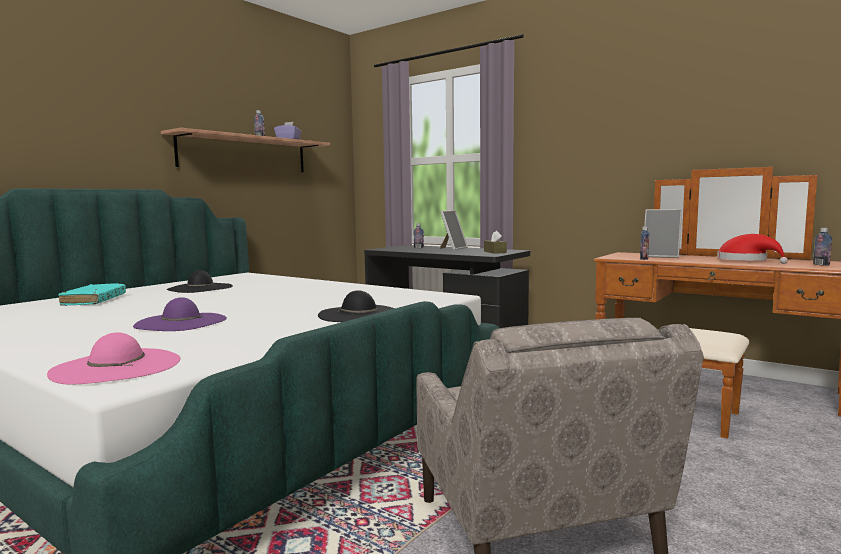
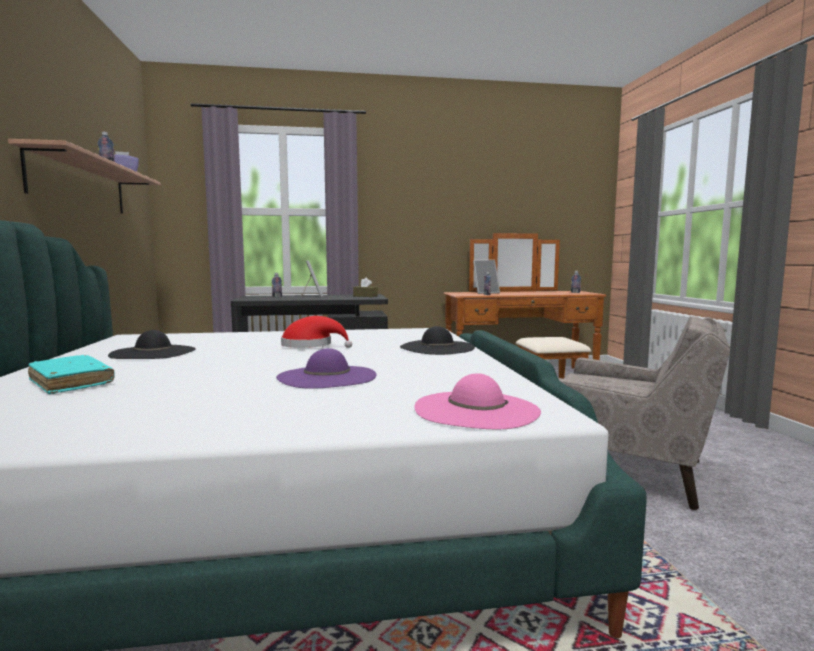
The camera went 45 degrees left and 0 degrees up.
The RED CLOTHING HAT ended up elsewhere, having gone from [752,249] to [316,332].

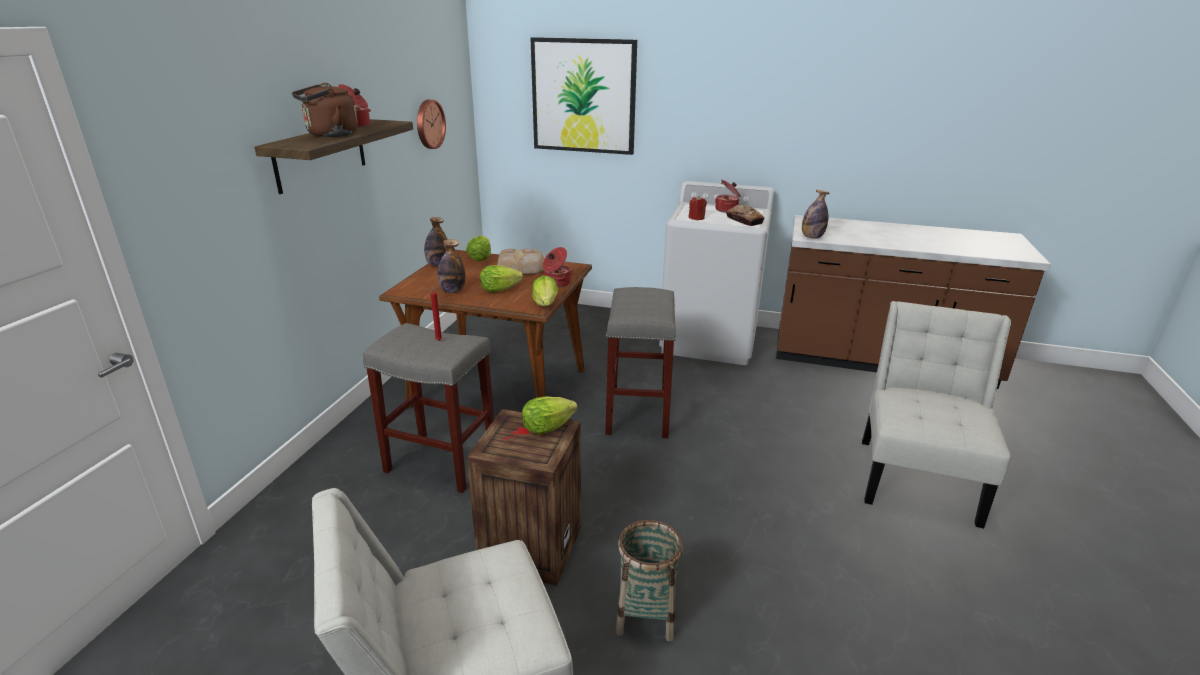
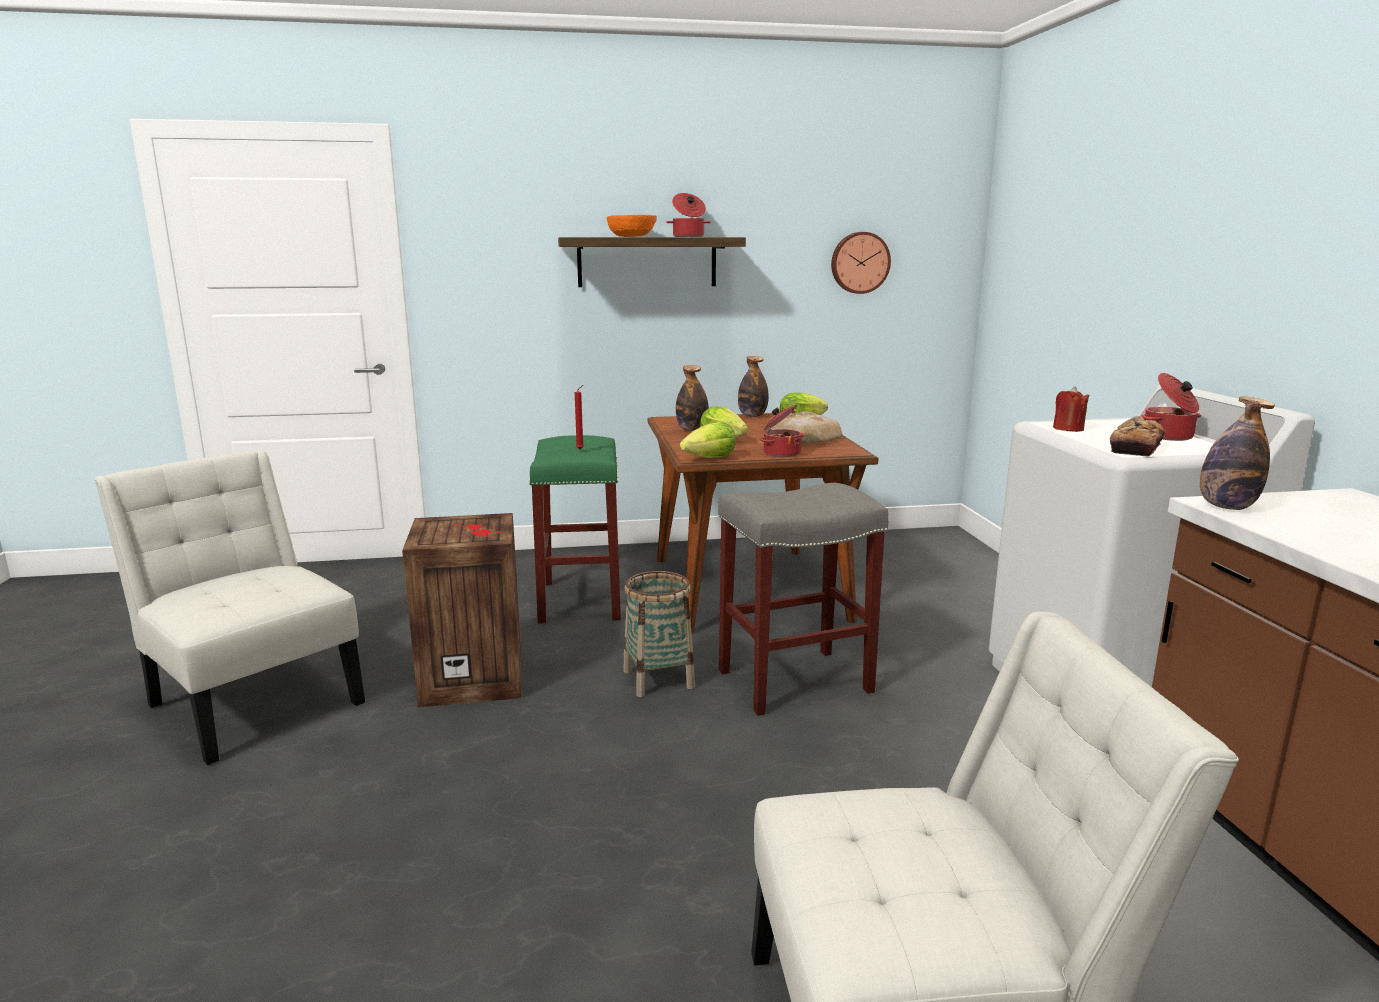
The camera went 65 degrees right and 10 degrees down.
Where the BROWNISH WATER KETTLE stood at [325,110], the ORANGE-COLOURED BOWL came to stand at [632,226].
What was the GREYISH STOOL SEAT at [428,408] turned into the GREENISH STOOL SEAT at [575,529].
The second view lost the HEAD OF LETTUCE at [550,415].
The second view lost the WALL PICTURE at [583,96].
The BASKET ended up elsewhere, having gone from [649,581] to [659,634].

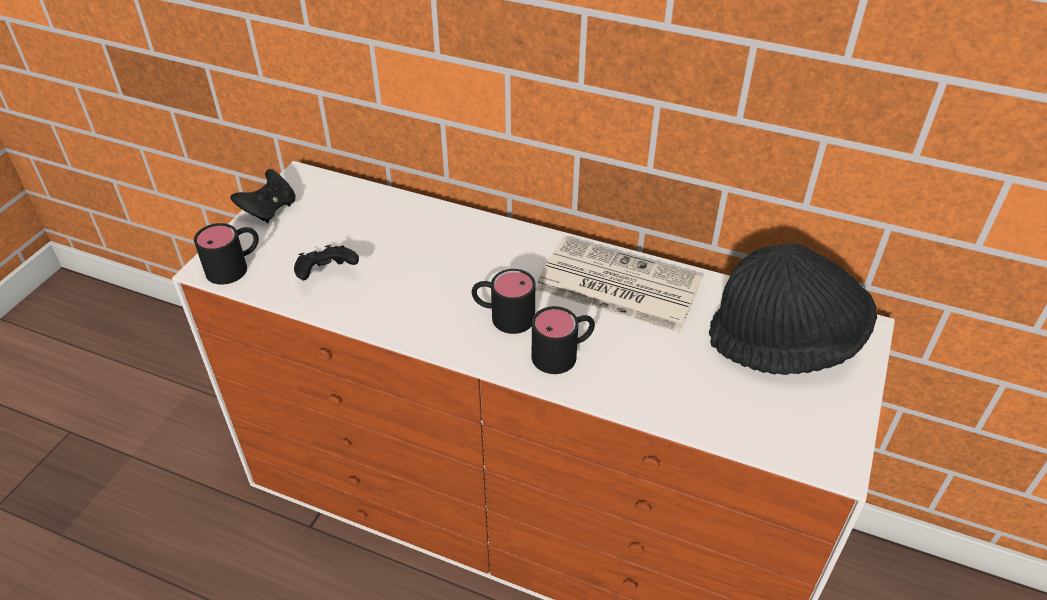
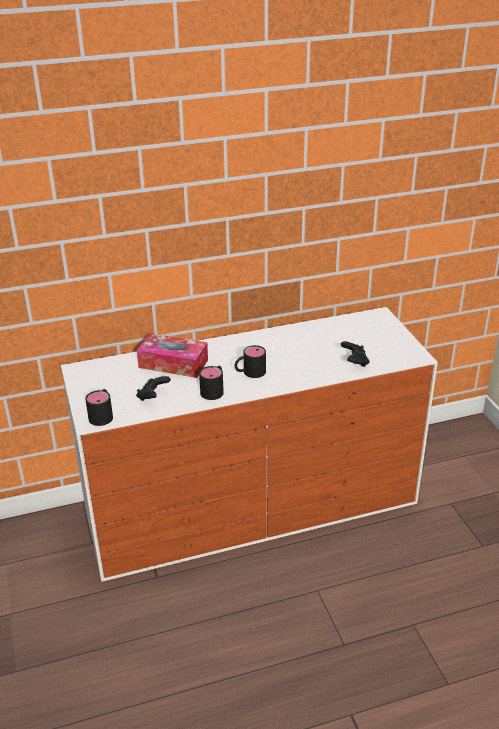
The camera went 40 degrees left and 10 degrees down.
The BLACK GAME CONTROLLER ended up elsewhere, having gone from [263,196] to [355,354].
The BLACK COFFEE MUG ended up elsewhere, having gone from [563,340] to [211,383].
The second view lost the PRINTED PAPER at [619,285].
The second view lost the BLACK CLOTHING HAT at [793,309].
The second view gained the TISSUE HOLDER at [172,355].

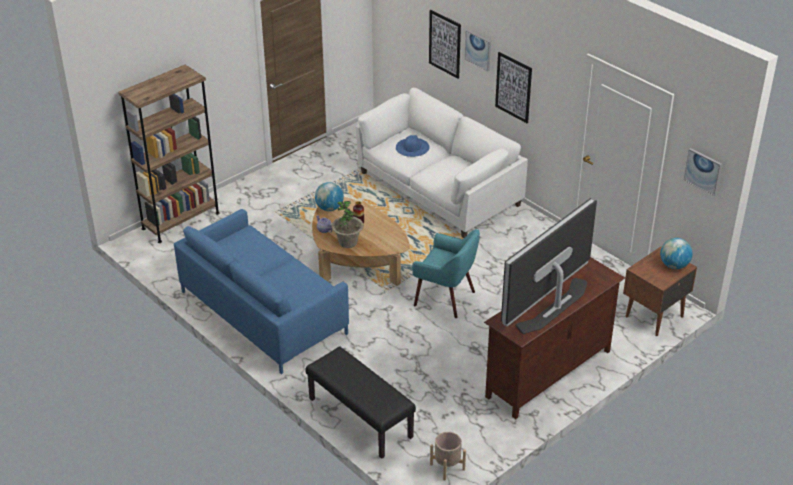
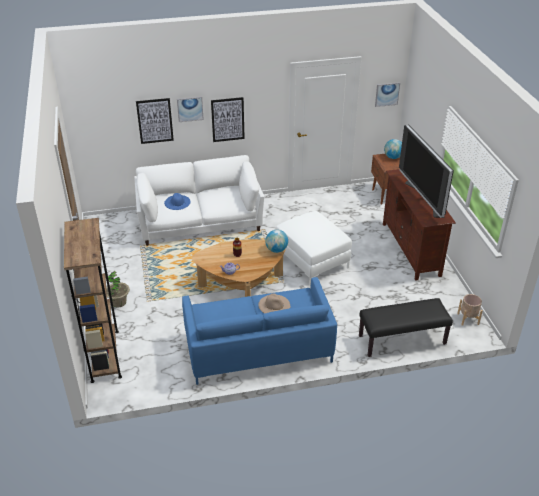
The camera went 60 degrees left and 0 degrees up.
The GLOBE ended up elsewhere, having gone from [329,196] to [276,241].
The POTTED PLANT ended up elsewhere, having gone from [347,224] to [118,289].
Where the TURQUOISE-COLOURED ARMCHAIR stood at [446,273], the WHITISH POUFFE came to stand at [313,248].
The second view gained the SAND-COLOURED CLOTHING HAT at [274,304].

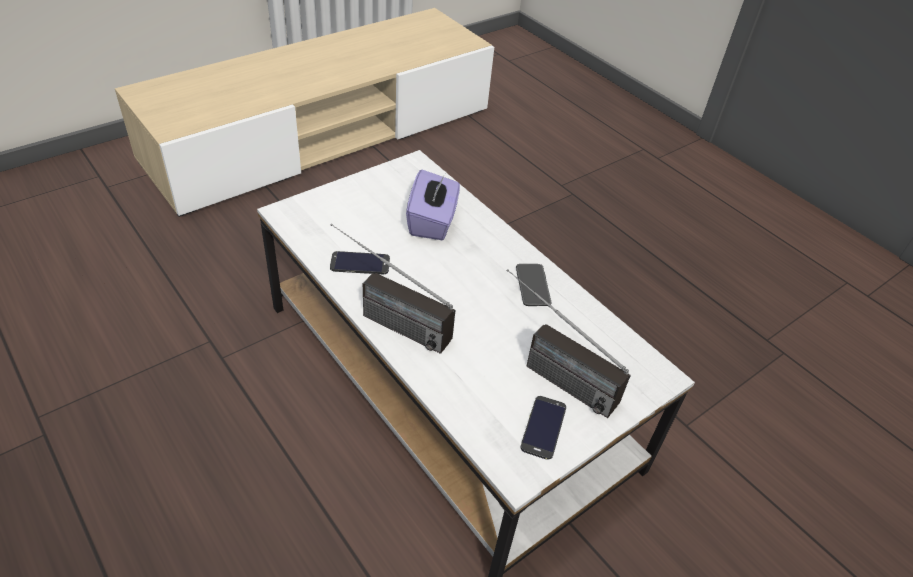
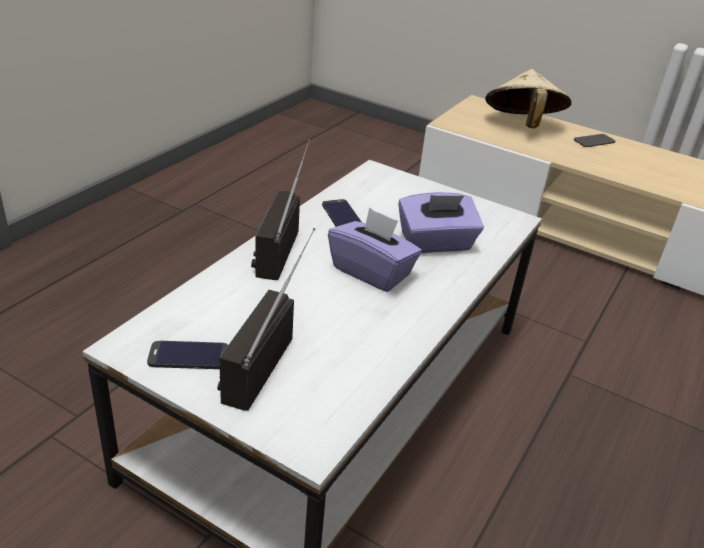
The camera went 70 degrees right and 10 degrees down.
The TELEPHONE ended up elsewhere, having gone from [533,285] to [595,140].
The second view gained the PURPLE-COLOURED TISSUE HOLDER at [375,249].
The second view gained the SAND-COLOURED CLOTHING HAT at [528,99].

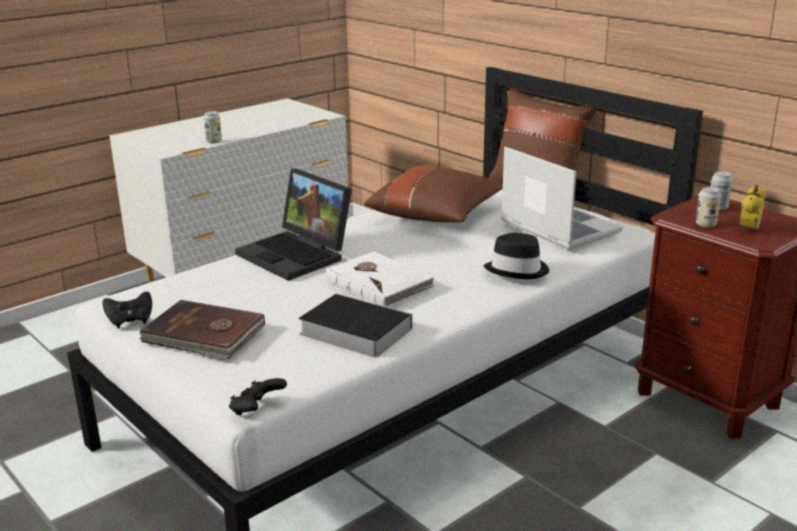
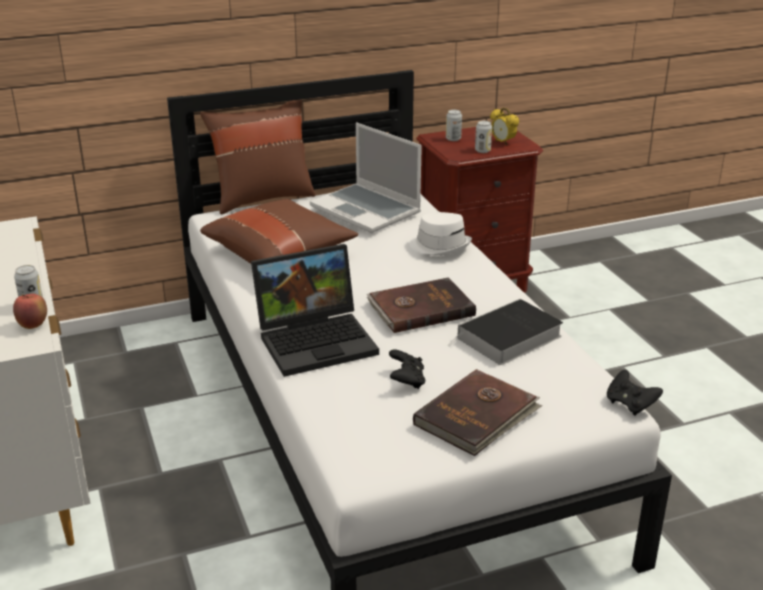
The camera went 70 degrees left and 5 degrees up.
The BLACK GAME CONTROLLER ended up elsewhere, having gone from [127,310] to [407,369].
What was the WHITISH VOLUME at [380,279] turned into the BROWNISH VOLUME at [421,305].
What was the BLACK CLOTHING HAT at [516,256] turned into the WHITISH CLOTHING HAT at [440,233].
The PORTABLE COMPUTER at [562,198] ended up facing another way, 120 degrees counterclockwise from before.
The second view gained the WHOLE APPLE at [30,311].

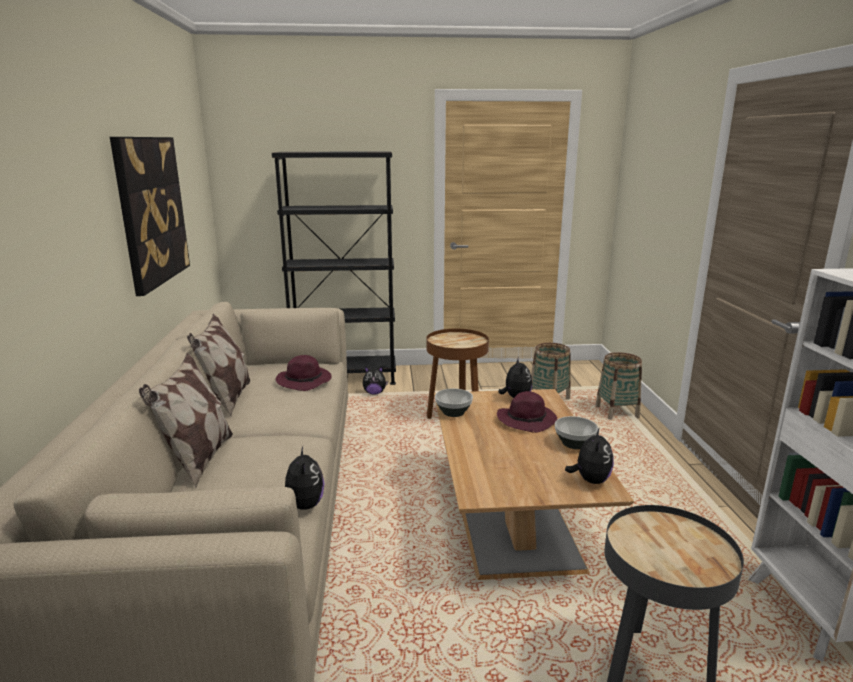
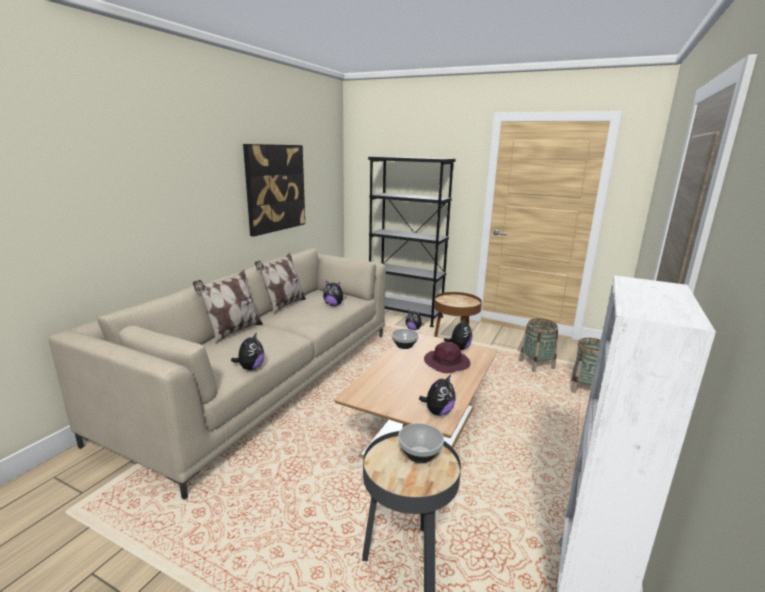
The camera went 30 degrees right and 0 degrees up.
Where the PURPLE-COLOURED CLOTHING HAT stood at [303,373], the SOFT TOY came to stand at [335,293].
The BOWL ended up elsewhere, having gone from [576,432] to [421,443].

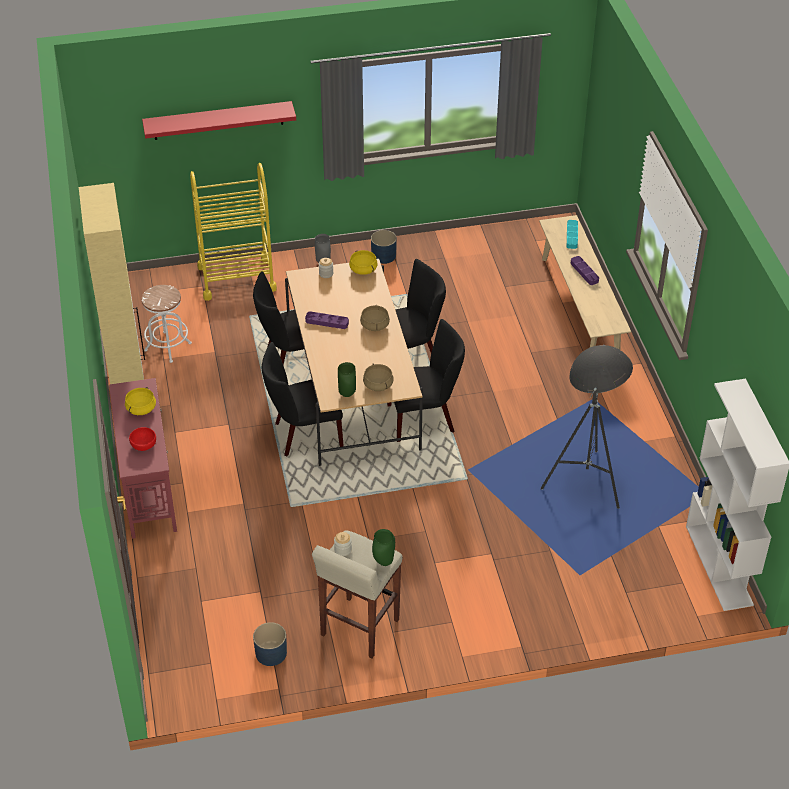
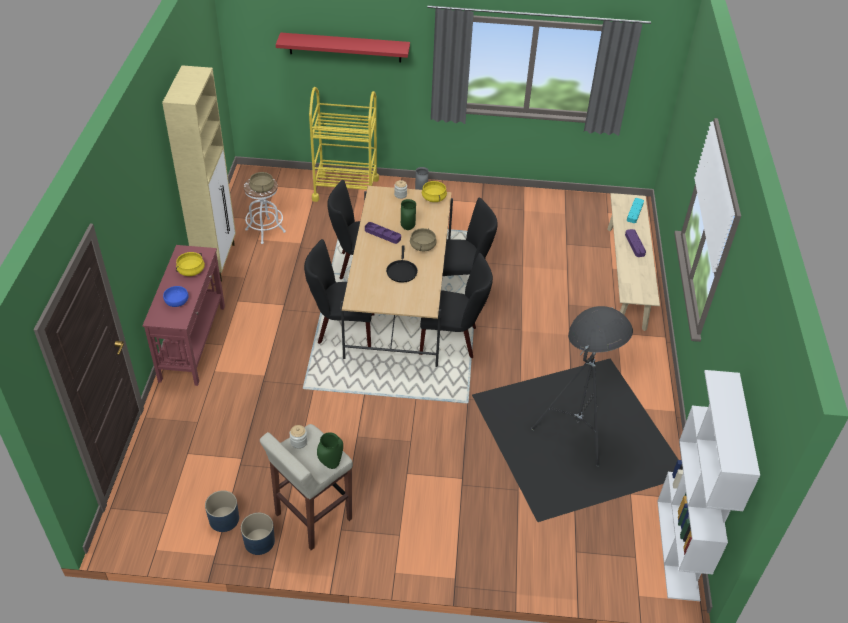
The camera went 15 degrees right and 0 degrees up.
What was the RED BOWL at [142,439] turned into the BLUE-COLOURED BOWL at [175,296].
The GREENISH VASE ended up elsewhere, having gone from [347,379] to [408,214].
The SAND-COLOURED COOKING POT ended up elsewhere, having gone from [378,377] to [261,182].
The BLUE-COLOURED PLANTER ended up elsewhere, having gone from [384,247] to [258,534].
What was the BLUE-COLOURED STANDING LAMP at [583,460] turned into the BLACK STANDING LAMP at [575,414].
The second view gained the BLACK PAN at [402,264].

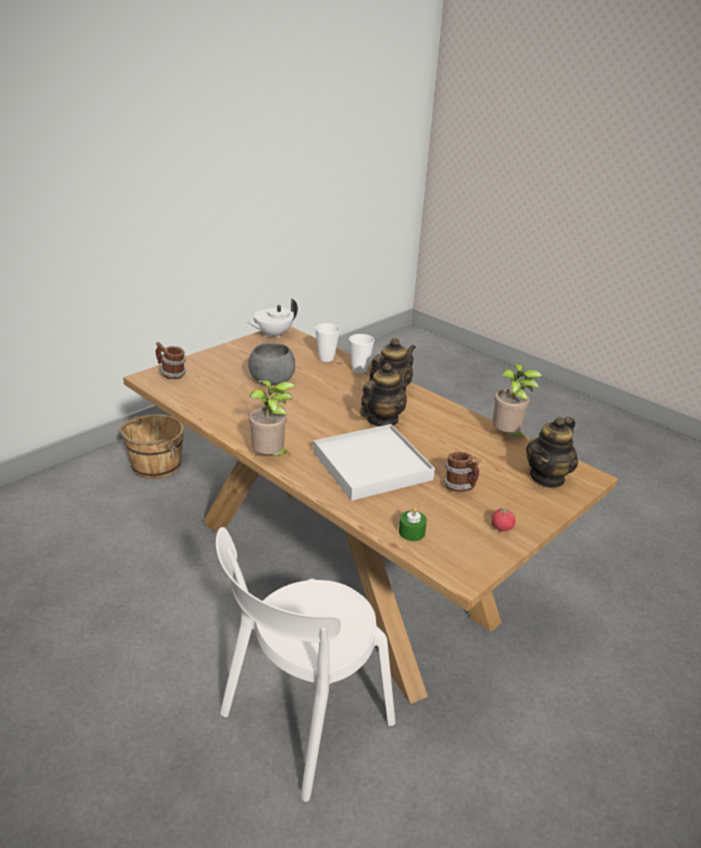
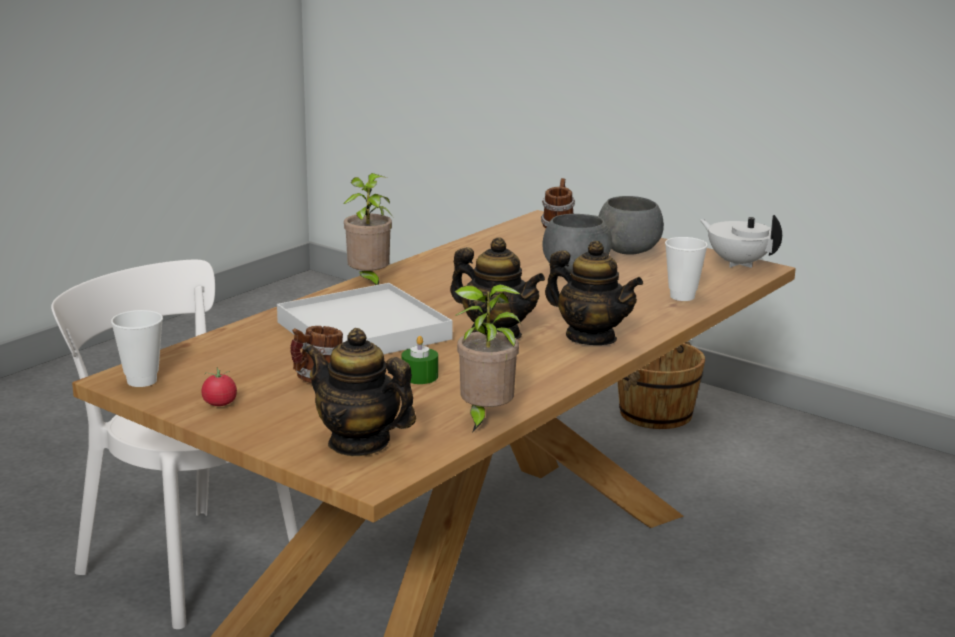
The camera went 85 degrees right and 10 degrees down.
The DRINKING CUP ended up elsewhere, having gone from [361,353] to [137,348].
The GREENISH WAX LIGHT ended up elsewhere, having gone from [413,524] to [420,360].
The second view gained the GREYISH BOWL at [631,225].

